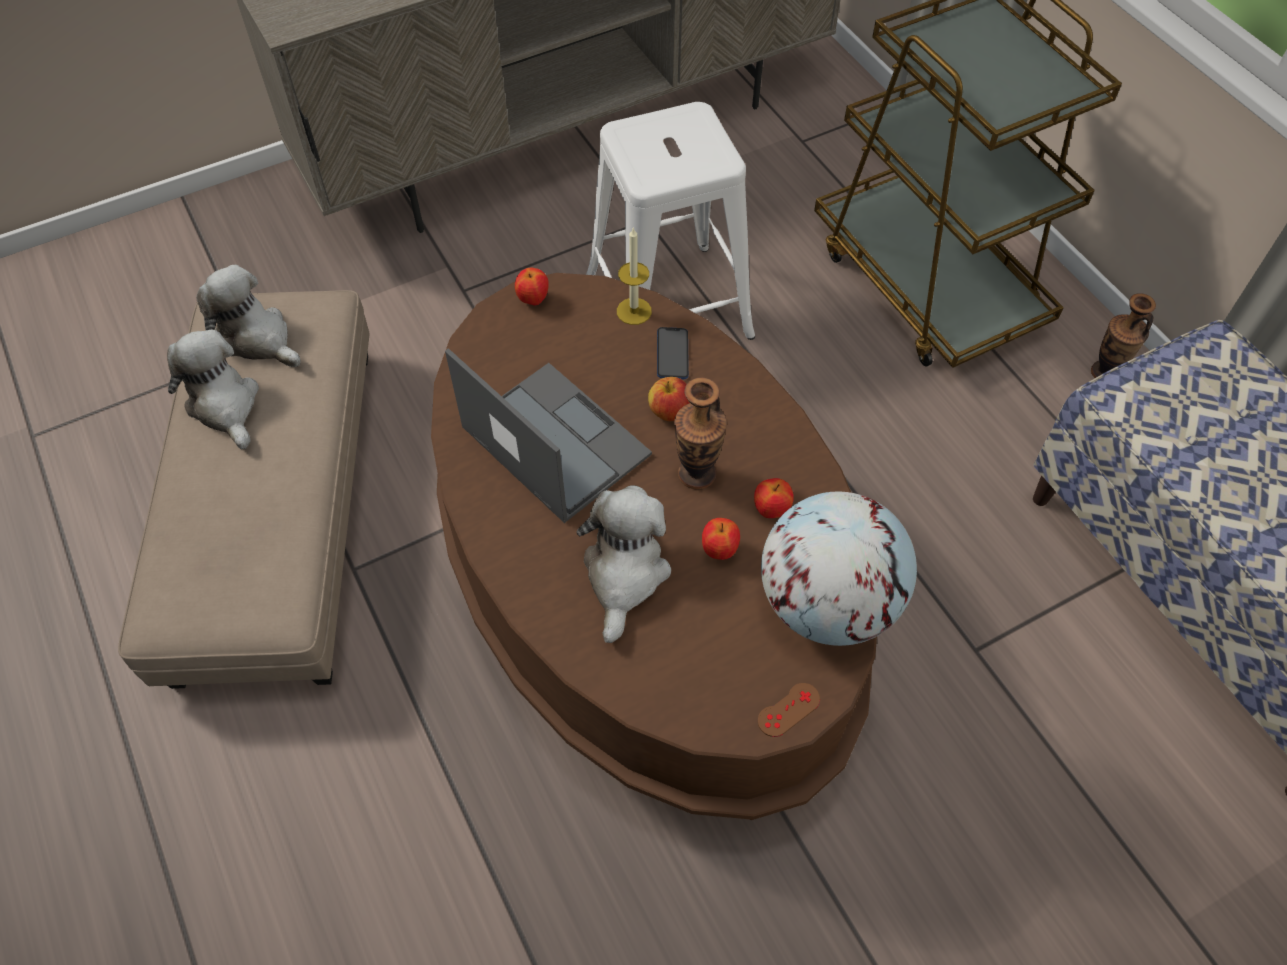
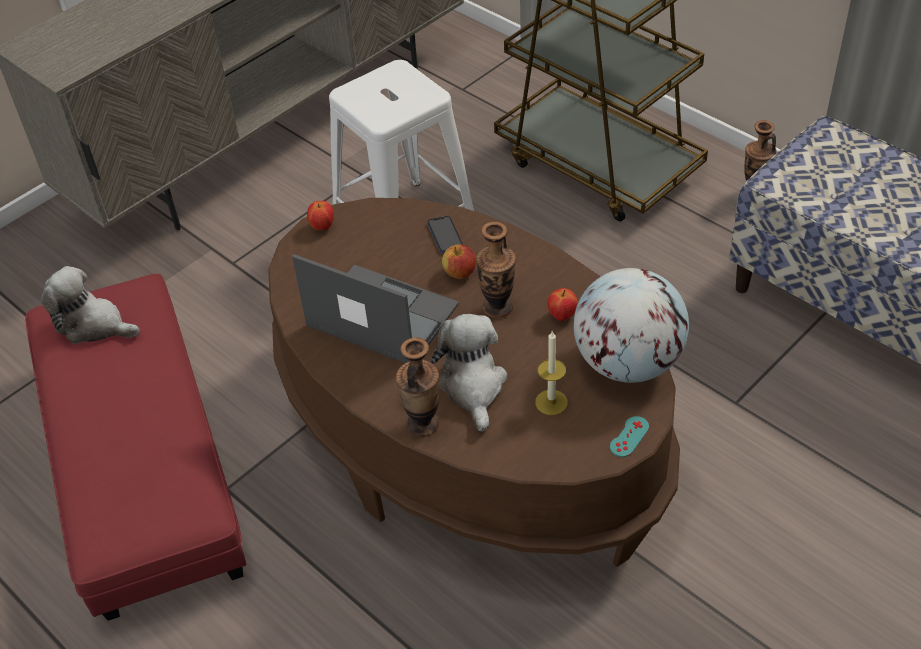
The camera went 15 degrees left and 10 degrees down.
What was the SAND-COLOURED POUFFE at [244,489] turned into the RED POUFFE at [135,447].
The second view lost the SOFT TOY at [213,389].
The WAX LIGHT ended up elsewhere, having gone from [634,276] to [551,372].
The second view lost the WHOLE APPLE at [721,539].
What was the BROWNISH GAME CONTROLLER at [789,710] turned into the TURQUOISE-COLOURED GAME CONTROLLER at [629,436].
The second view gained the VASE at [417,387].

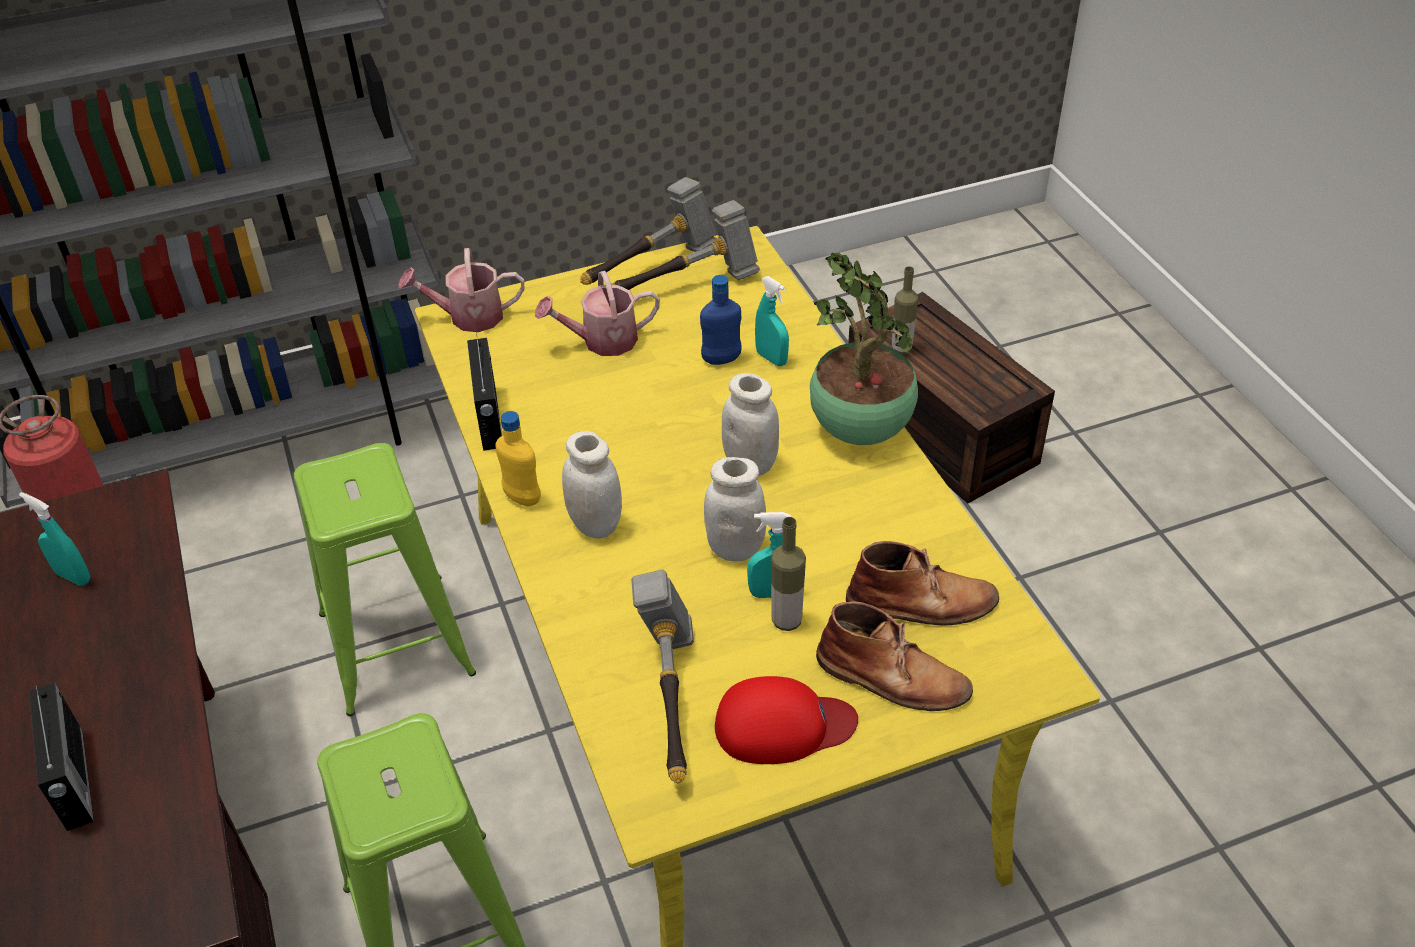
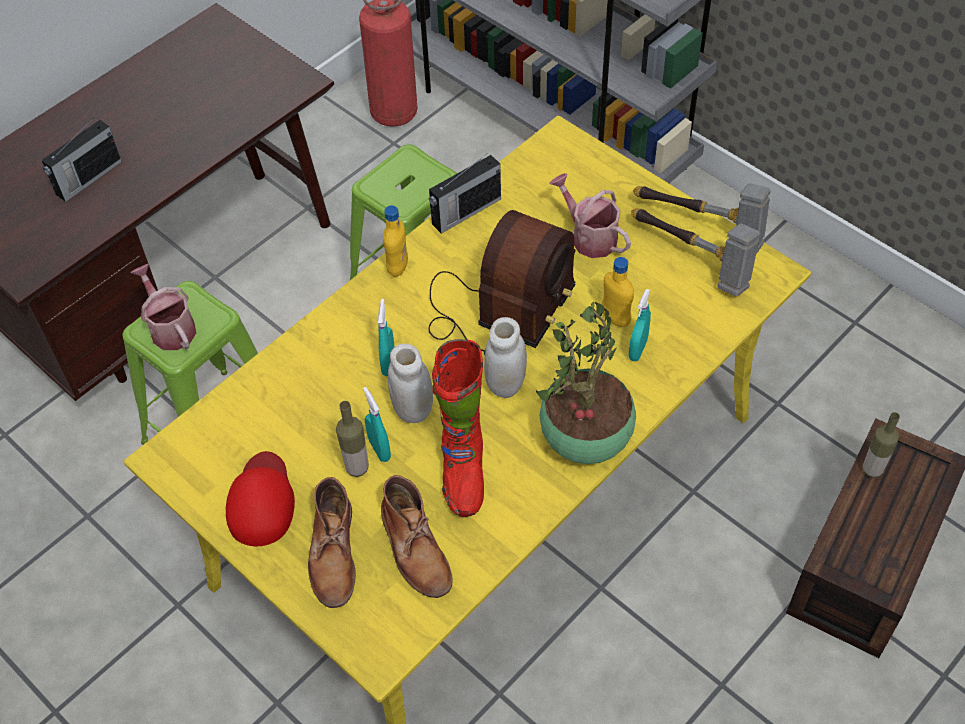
The camera went 65 degrees right and 10 degrees up.
The TURQUOISE-COLOURED HAND SPRAYER ended up elsewhere, having gone from [54,539] to [386,337].
The WATERING CAN ended up elsewhere, having gone from [461,290] to [163,307].
The second view lost the WHITISH PRESERVE JAR at [592,484].
The second view lost the TOOL HAMMER at [662,676].
What was the BLUE-COLOURED DRINK BOTTLE at [721,320] turned into the YELLOW-COLOURED DRINK BOTTLE at [618,292].
The RED BASEBALL CAP at [786,720] ended up facing another way, 150 degrees counterclockwise from before.
The second view gained the RADIO at [502,282].
The second view gained the RED BOOT at [458,428].

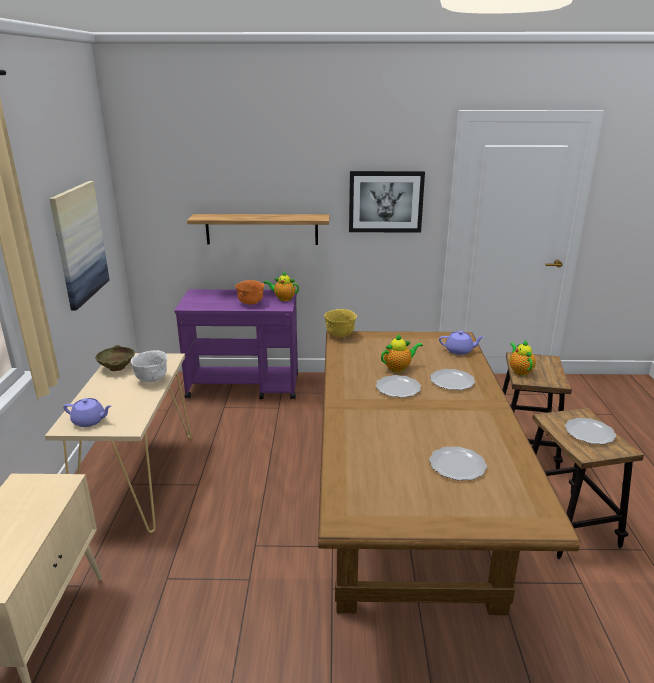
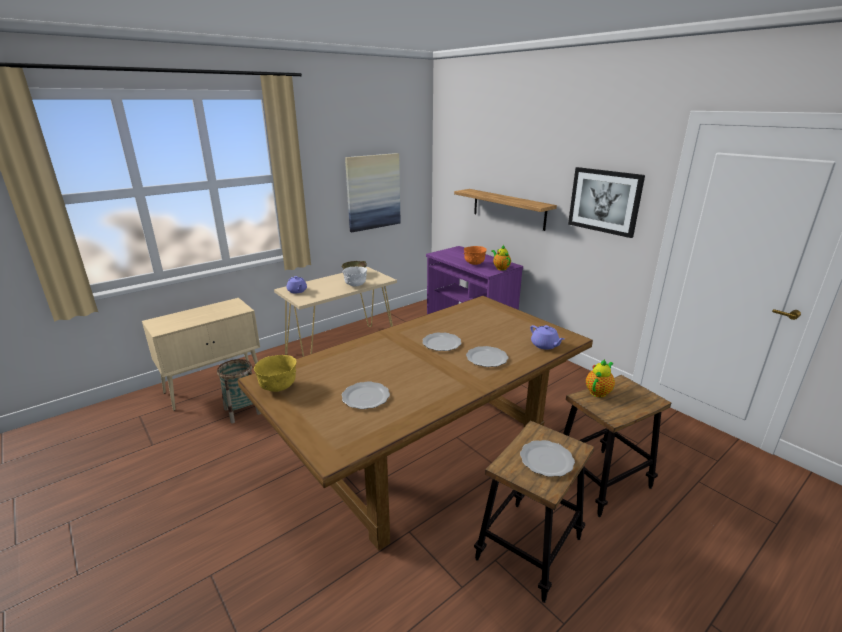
The camera went 50 degrees right and 0 degrees up.
The YELLOW-COLOURED BOWL ended up elsewhere, having gone from [340,323] to [275,373].
The second view lost the TEA POT at [402,353].
The second view gained the BASKET at [239,391].

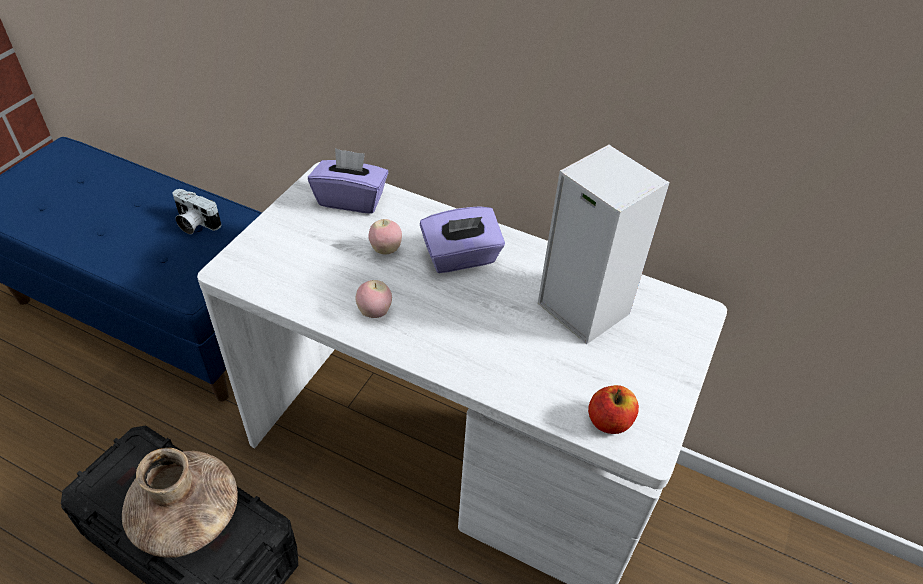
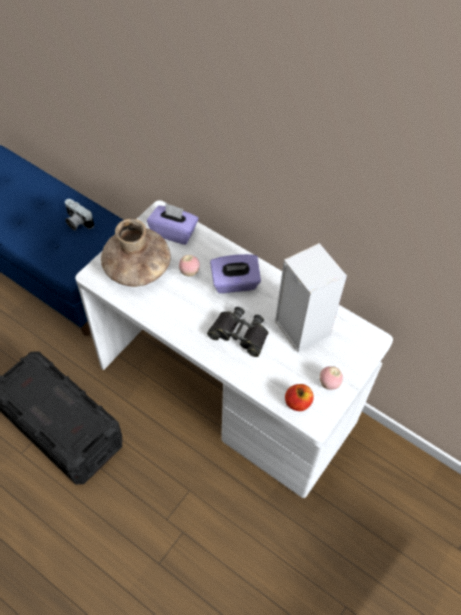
The camera went 10 degrees right and 10 degrees up.
The BROWNISH VASE ended up elsewhere, having gone from [180,503] to [136,253].
The WHOLE APPLE ended up elsewhere, having gone from [373,299] to [331,378].
The second view gained the BLACK BINOCULARS at [238,332].

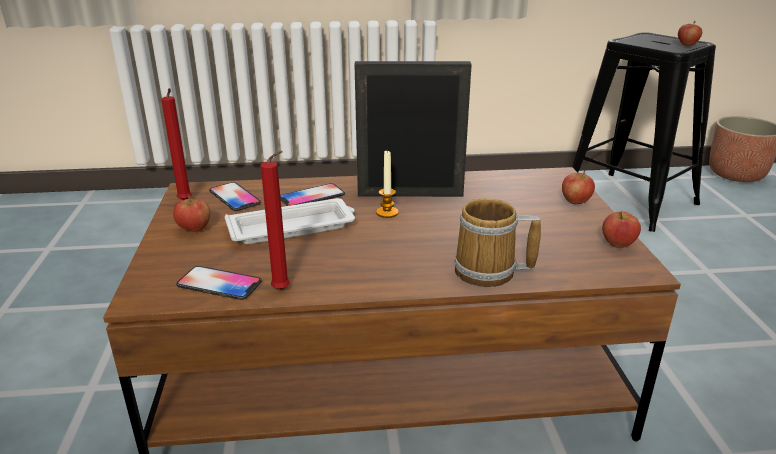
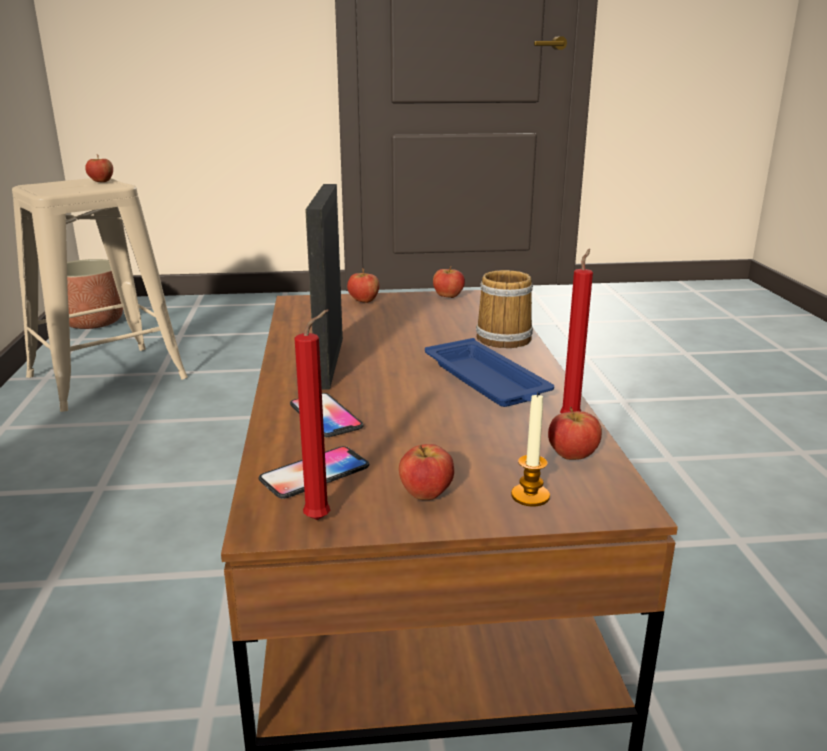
The camera went 90 degrees left and 5 degrees down.
Where the TELEPHONE stood at [219,283], the WHOLE APPLE came to stand at [575,433].
The second view lost the WHITISH CARRYING TRAY at [290,221].
The WAX LIGHT ended up elsewhere, having gone from [387,183] to [530,449].
What was the BLACK STOOL SEAT at [644,132] turned into the SAND-COLOURED STOOL SEAT at [100,295].
The second view gained the BLUE-COLOURED CARRYING TRAY at [489,372].

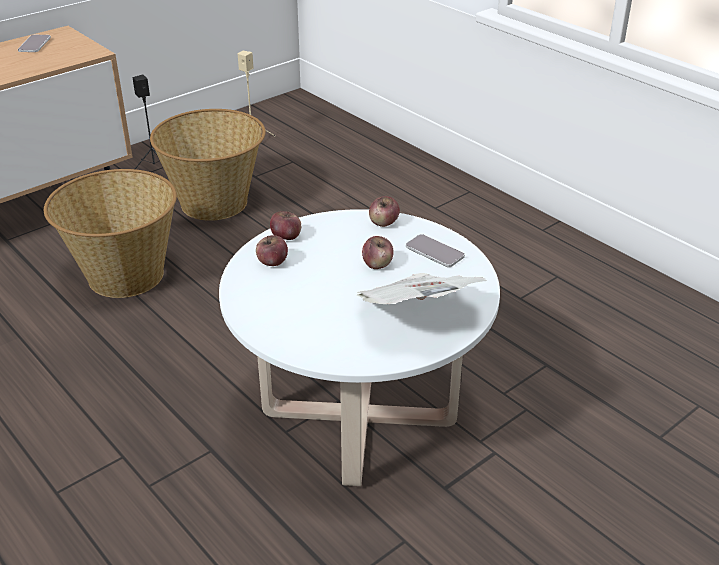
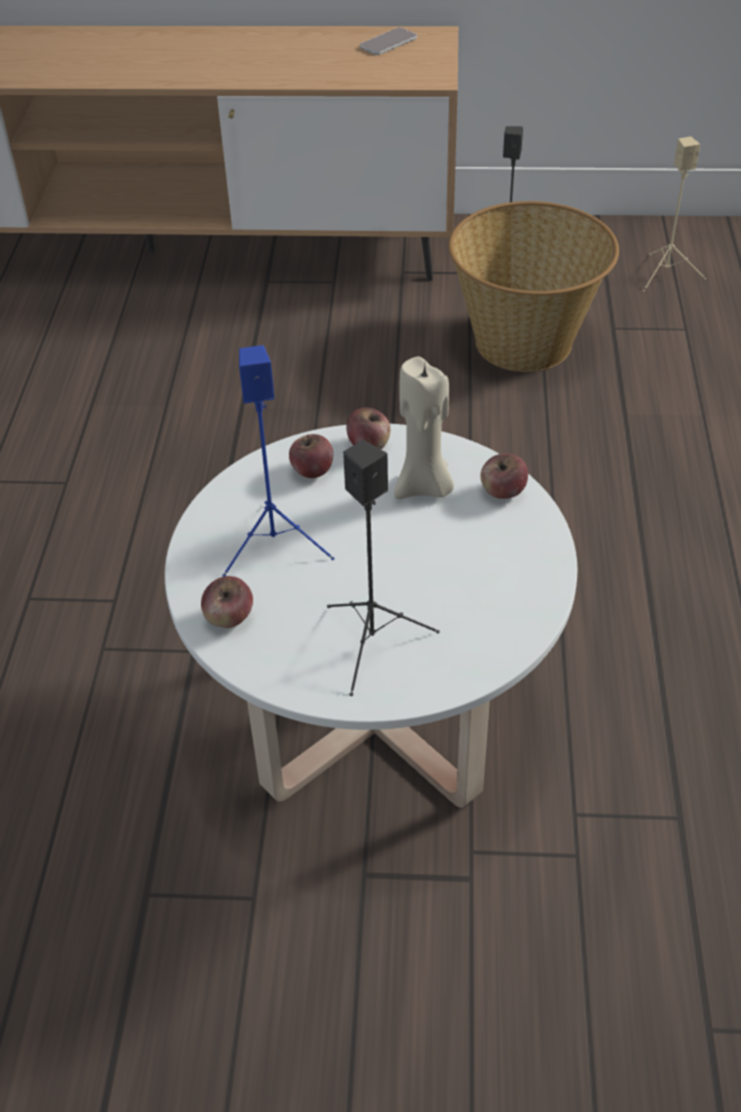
The camera went 45 degrees right and 10 degrees up.
The second view lost the BASKET at [110,233].
Where the PRINTED PAPER stood at [422,288], the BLACK LOUDSPEAKER came to stand at [383,568].
The WHOLE APPLE ended up elsewhere, having gone from [378,252] to [227,602].
The second view lost the TELEPHONE at [435,250].
The second view gained the BLUE-COLOURED LOUDSPEAKER at [278,461].
The second view gained the SAND-COLOURED WAX LIGHT at [424,427].

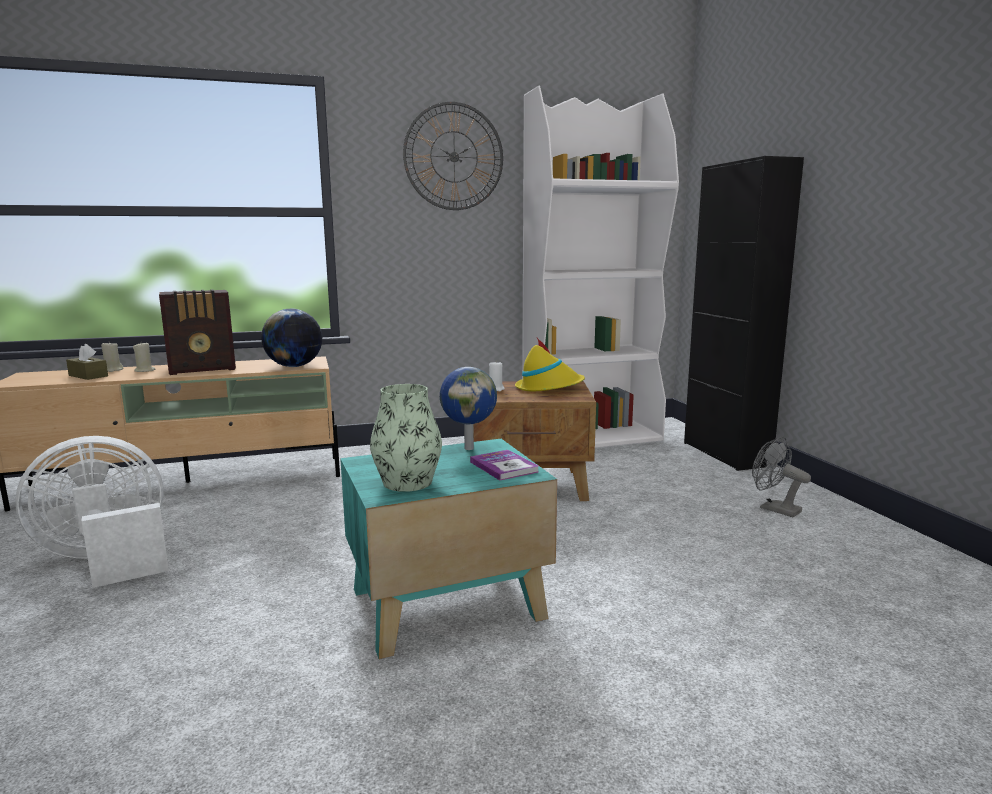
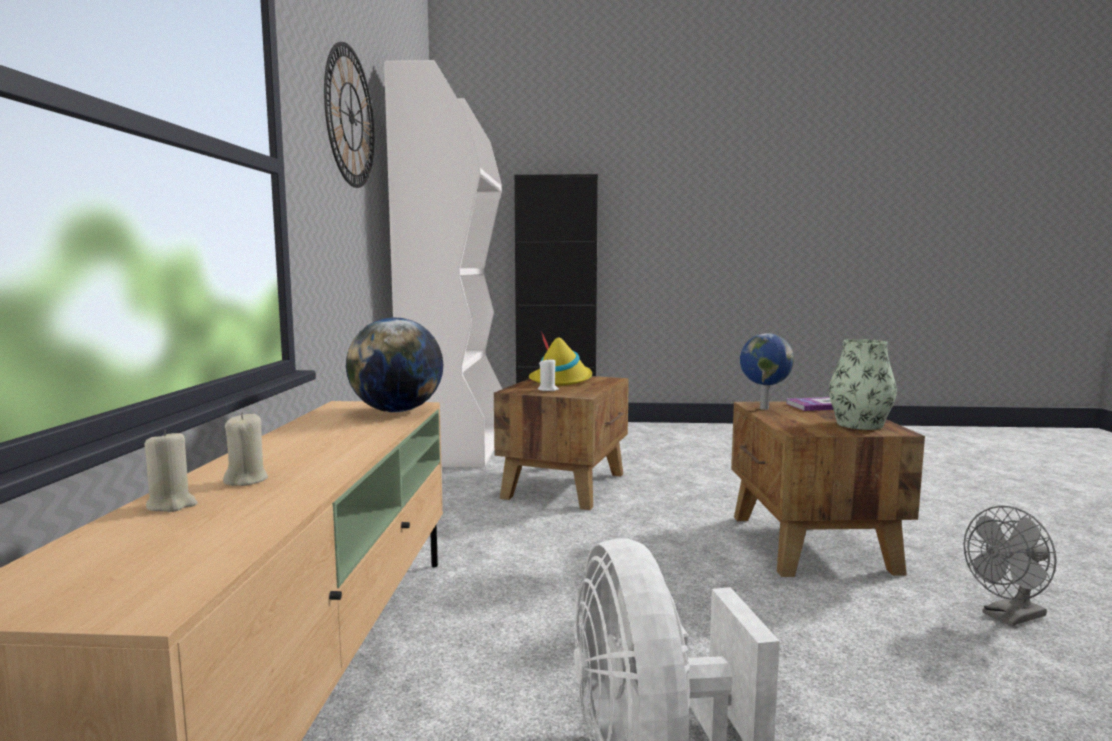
The camera went 70 degrees left and 5 degrees down.
The second view lost the BROWNISH TISSUE HOLDER at [87,362].
The second view lost the RADIO at [197,332].
What was the TURQUOISE-COLOURED SIDE TABLE at [448,549] turned into the BROWNISH SIDE TABLE at [828,489].
The GREYISH COOLING FAN ended up elsewhere, having gone from [781,477] to [1010,566].

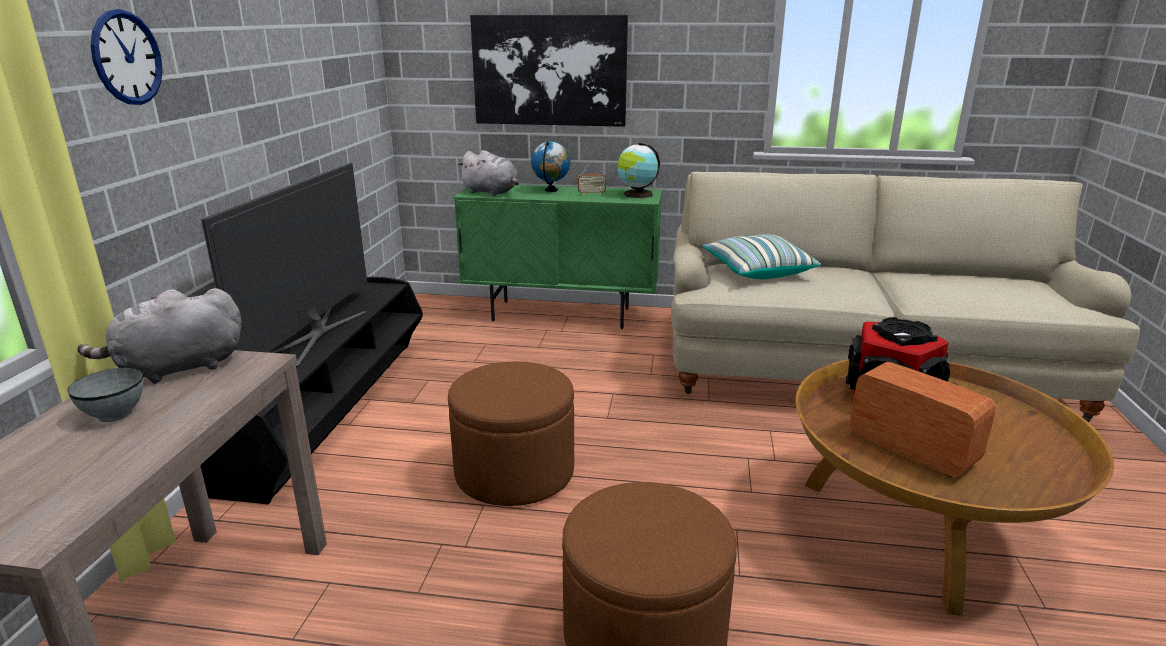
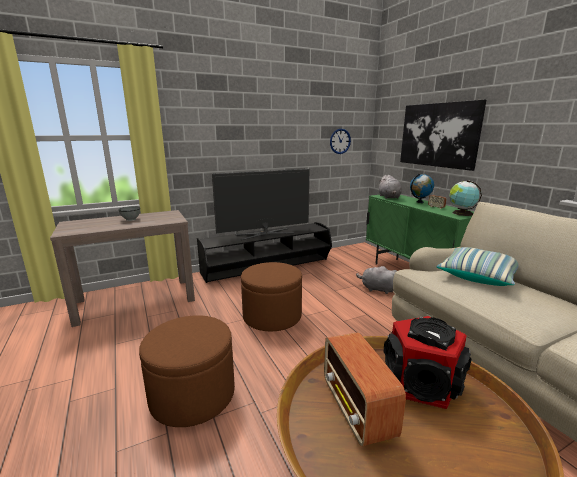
The camera went 55 degrees right and 5 degrees down.
The GREYISH SOFT TOY ended up elsewhere, having gone from [159,336] to [376,280].
The WALL CLOCK ended up elsewhere, having gone from [127,57] to [340,141].
The RADIO at [923,419] ended up facing another way, 150 degrees clockwise from before.

